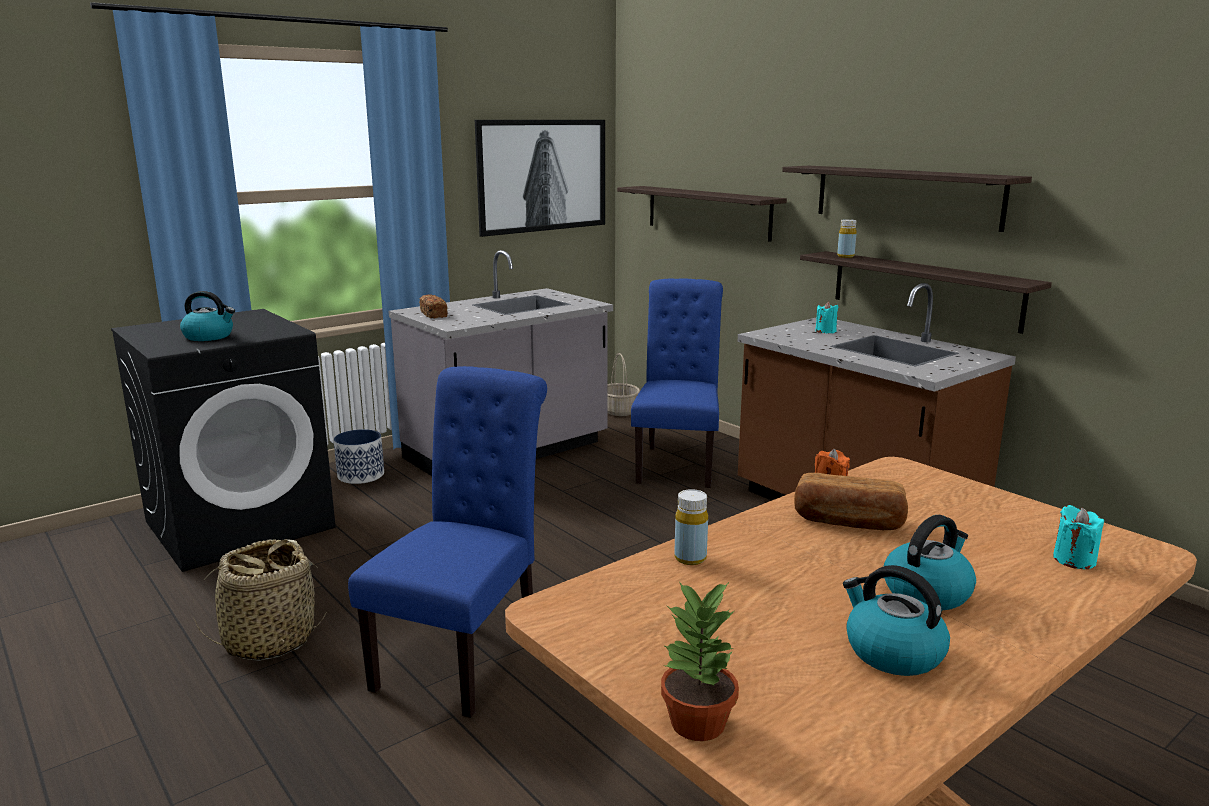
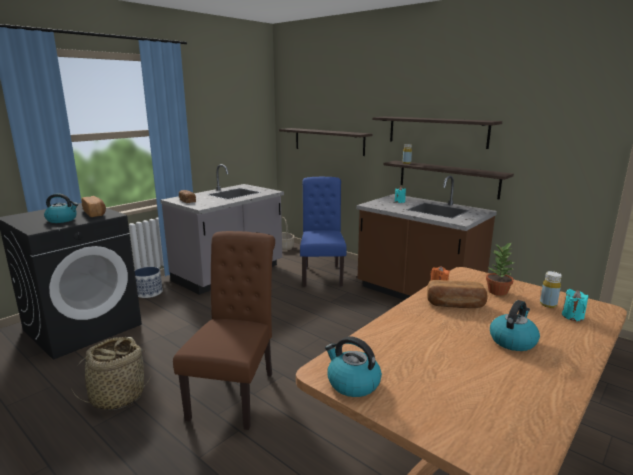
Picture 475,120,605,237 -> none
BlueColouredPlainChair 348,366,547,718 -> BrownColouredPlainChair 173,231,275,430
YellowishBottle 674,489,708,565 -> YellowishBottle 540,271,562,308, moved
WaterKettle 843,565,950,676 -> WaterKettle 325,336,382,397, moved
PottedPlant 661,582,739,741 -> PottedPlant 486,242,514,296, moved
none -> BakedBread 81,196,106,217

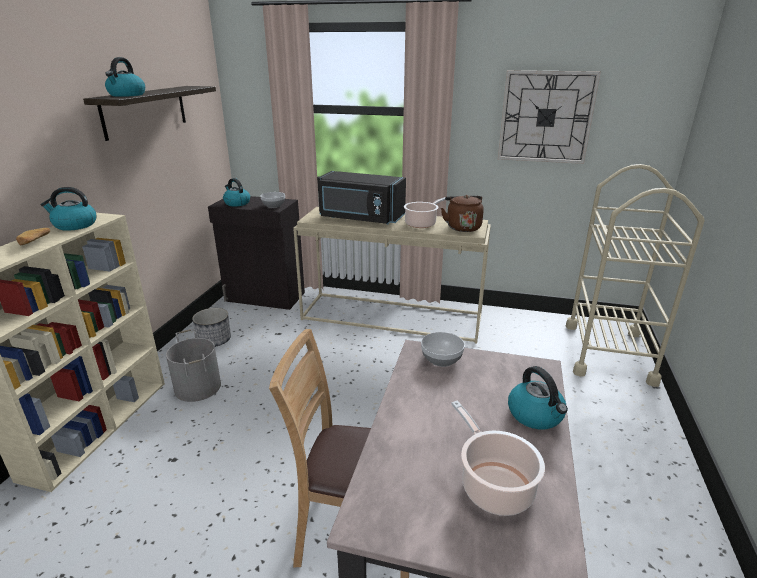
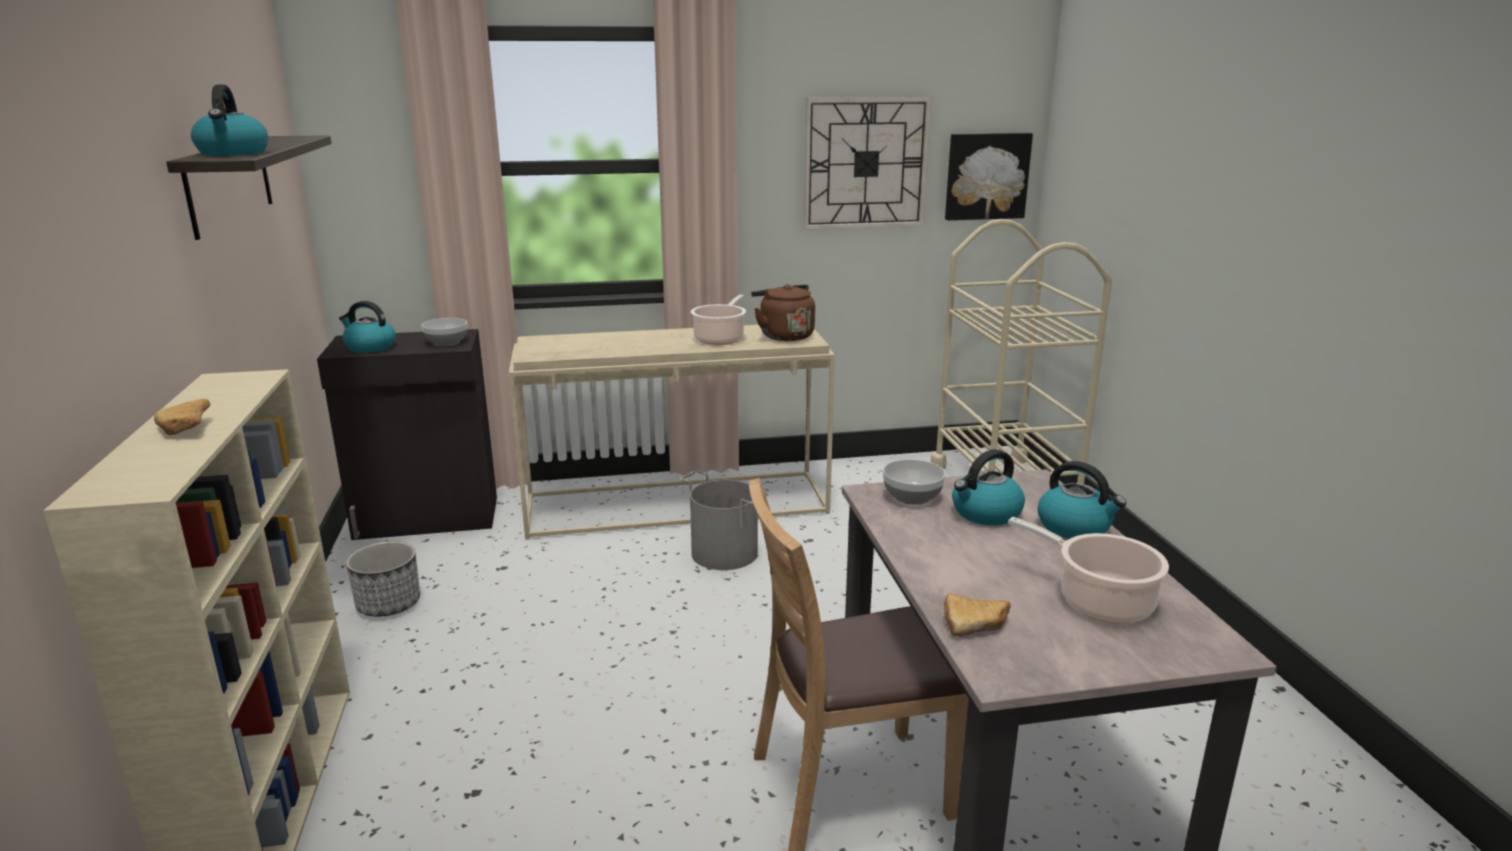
BlackColouredKitchenMicrowave 318,171,406,224 -> none
WaterKettle 41,187,97,231 -> WaterKettle 952,449,1025,525, moved
GreyishBucket 166,329,221,402 -> GreyishBucket 680,470,768,570, moved
none -> Picture 945,133,1033,220
none -> BakedBread 944,593,1011,636

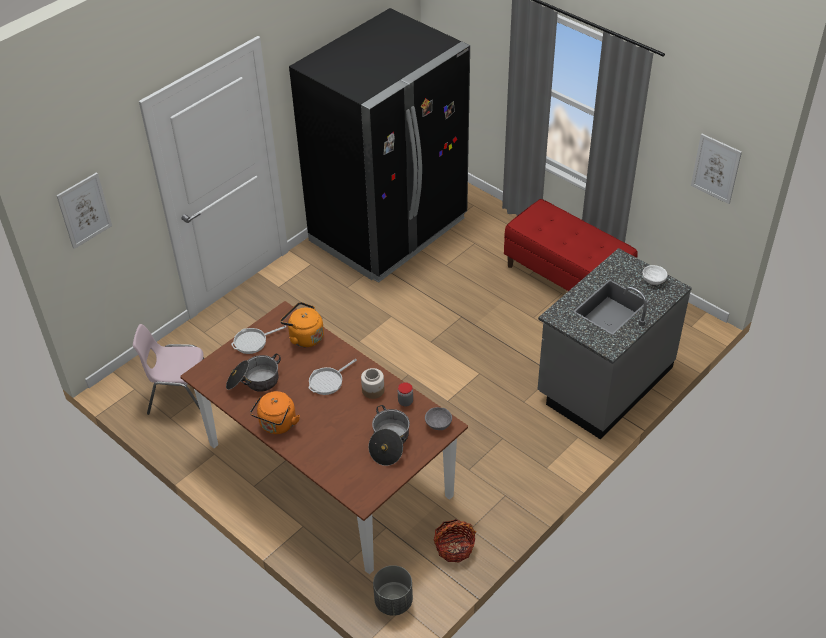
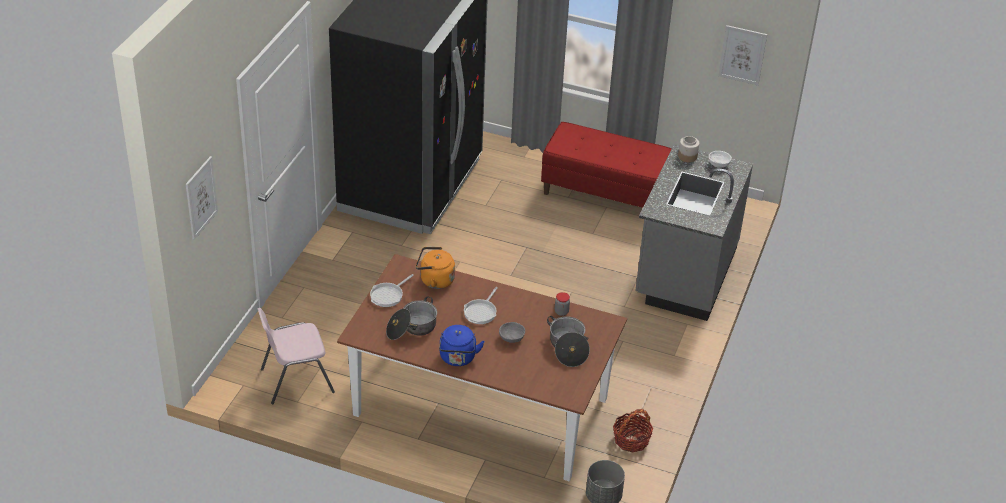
Jar 361,368,385,399 -> Jar 678,136,699,162, moved
OrangeyWaterKettle 250,391,300,434 -> BlueColouredWaterKettle 439,325,484,366
GreyishServingBowl 425,407,452,430 -> GreyishServingBowl 499,322,525,343, moved

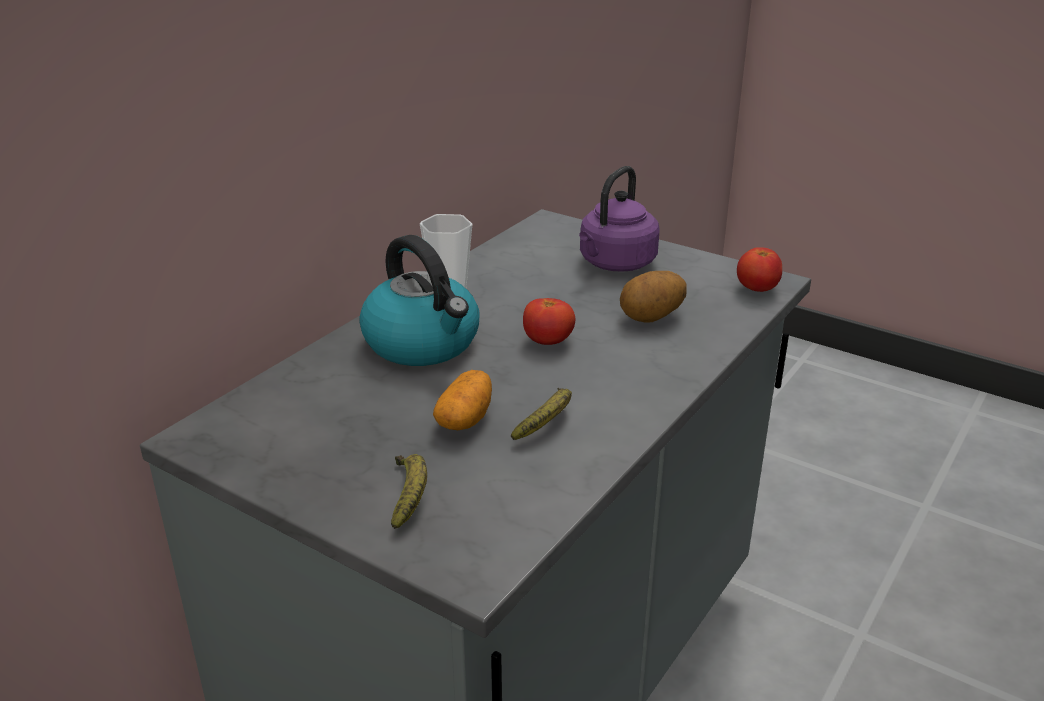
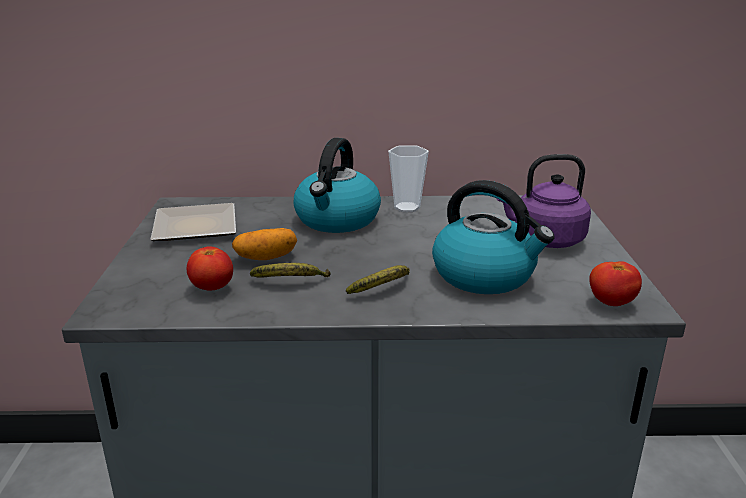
Potato 620,271,687,322 -> WaterKettle 432,180,555,294
Tomato 523,298,575,345 -> Tomato 187,247,233,291, moved
BananaFruit 391,454,427,529 -> BananaFruit 346,265,410,294, moved
none -> Plate 150,203,236,241

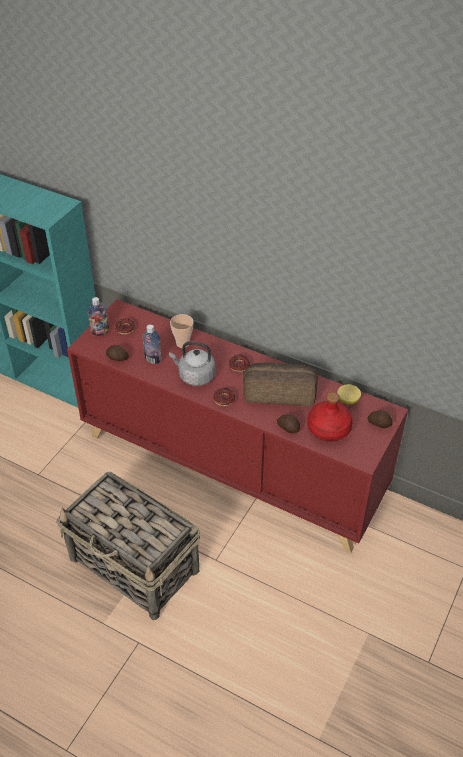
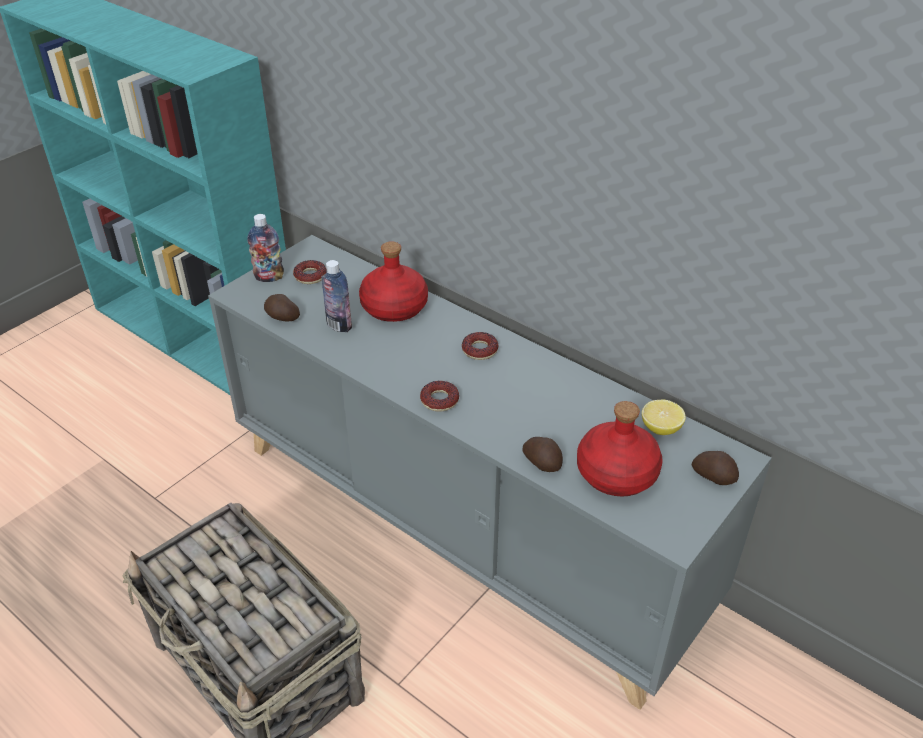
RedStorageCabinet 67,299,408,553 -> GreyishStorageCabinet 208,235,772,710
Cup 170,314,194,348 -> RedBottle 359,241,428,322
GreyishWaterKettle 169,341,215,386 -> none
BakedBread 243,363,318,406 -> none

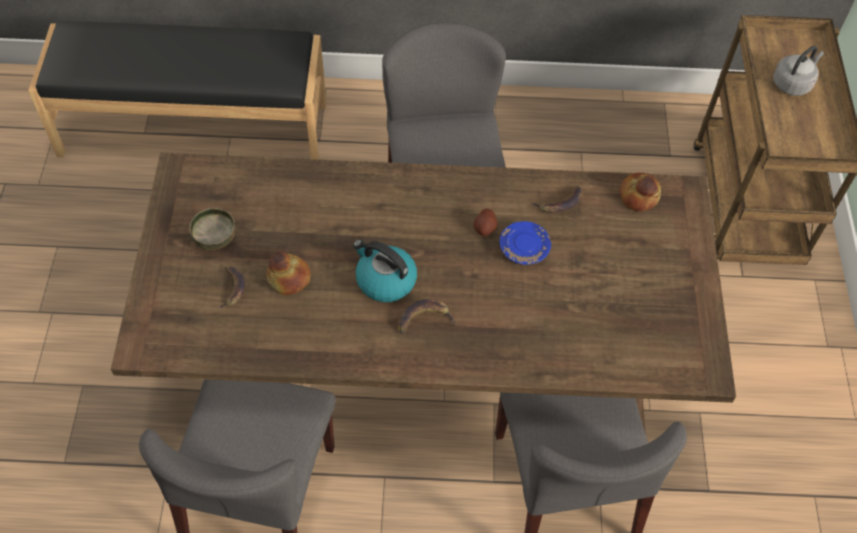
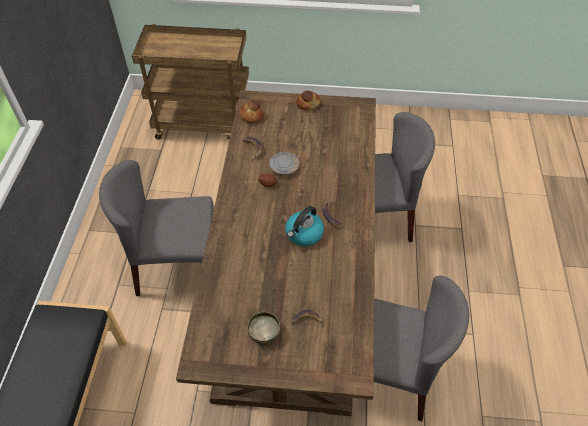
GreyishWaterKettle 773,46,824,96 -> none
BlueColouredPlate 500,221,551,265 -> GreyishPlate 269,152,300,175
BakedBread 266,251,311,295 -> BakedBread 296,90,321,110, moved

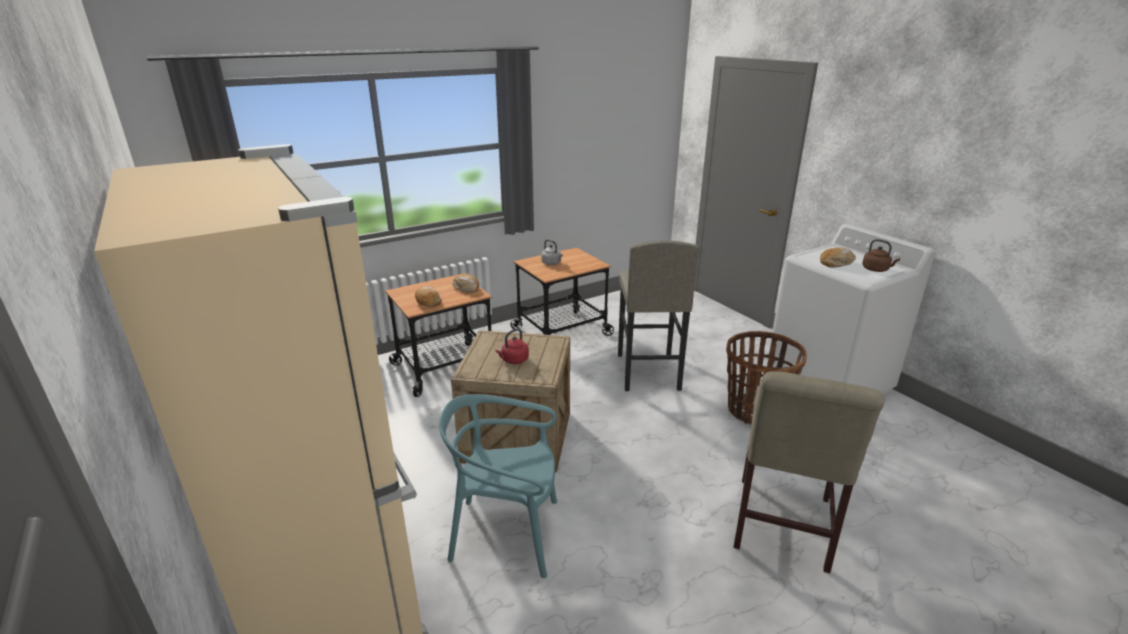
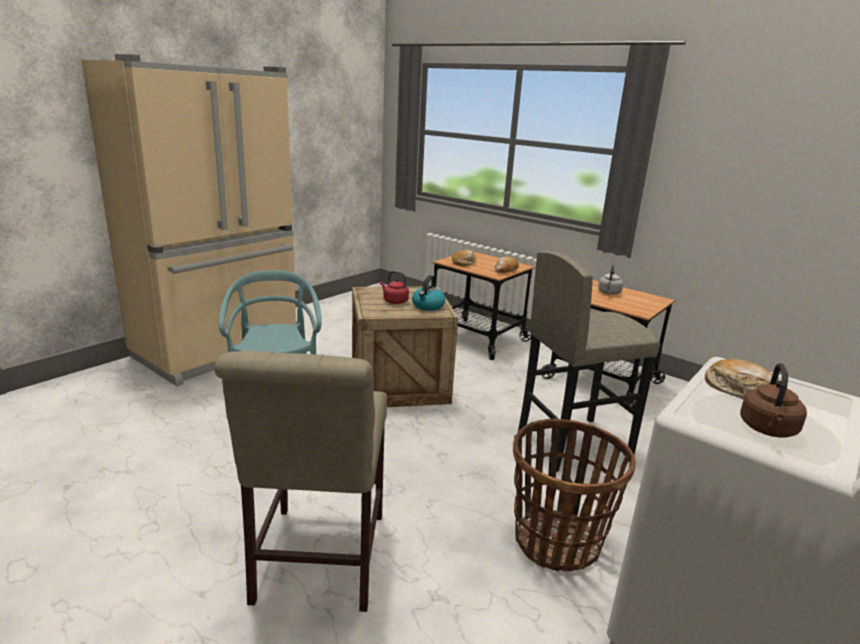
BeigePlainChair 734,371,885,573 -> BeigePlainChair 214,351,387,612, 90 degrees counterclockwise
none -> WaterKettle 412,275,445,311

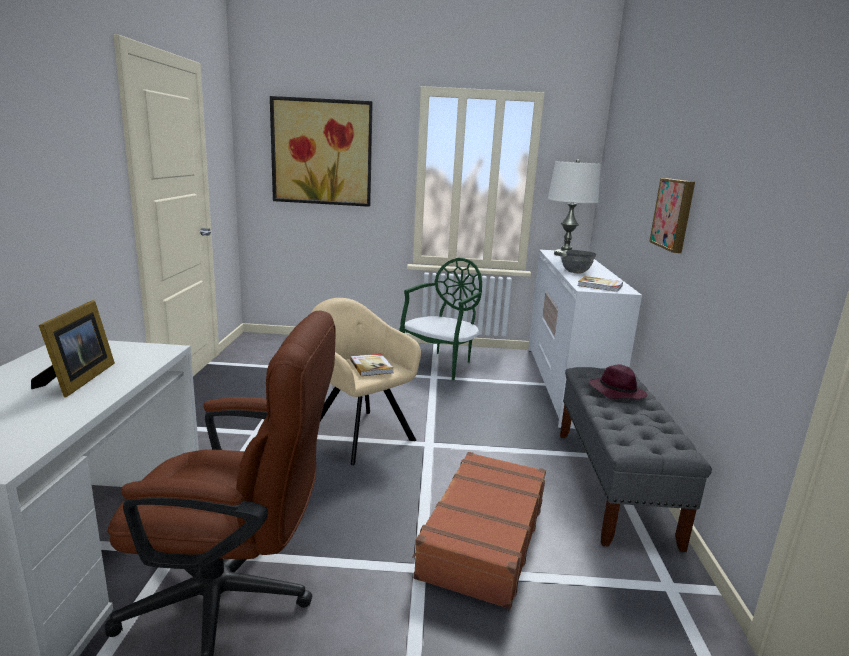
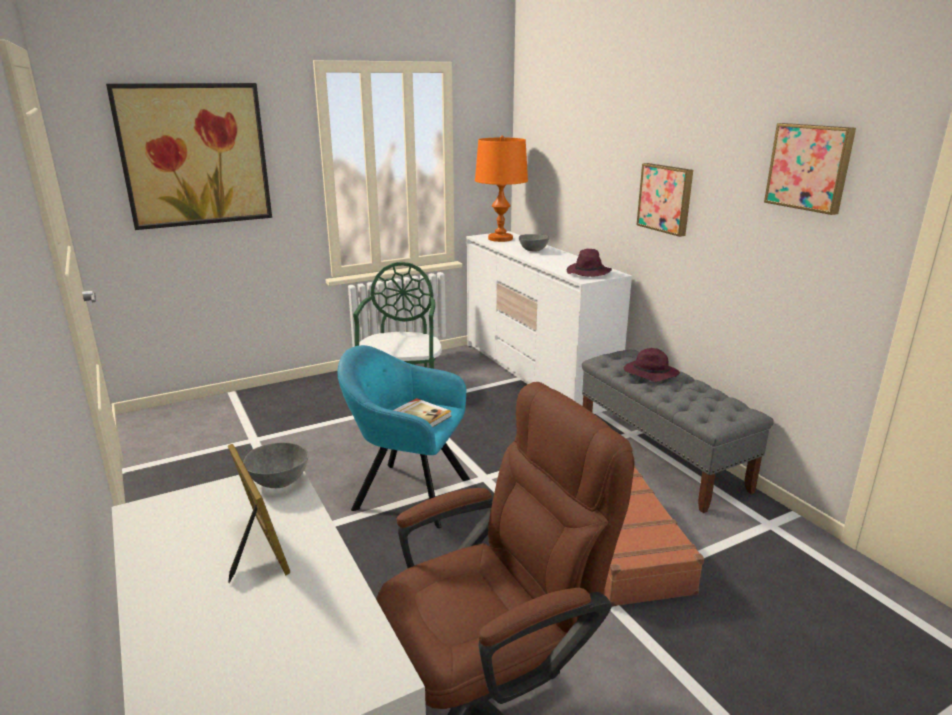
WhiteColouredLampForATable 548,159,600,257 -> OrangeyLampForATable 475,136,528,242
GreyishServingBowl 561,256,594,274 -> GreyishServingBowl 243,443,309,488, moved
BoundBook 578,276,623,292 -> PurpleColouredWearableHat 567,249,612,277
BeigeArmchair 311,298,421,465 -> TurquoiseColouredArmchair 338,345,470,528
none -> Picture 764,123,856,215

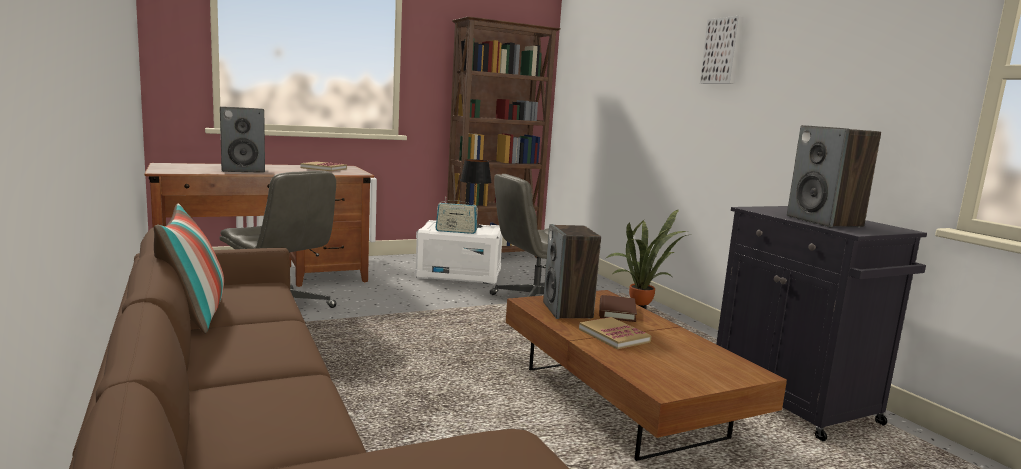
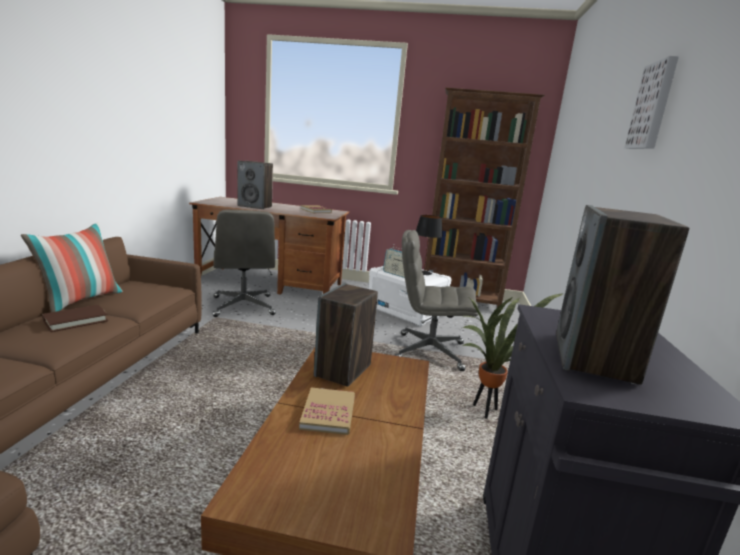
BrownColouredBoundBook 599,295,637,322 -> BrownColouredBoundBook 42,305,108,332, moved

